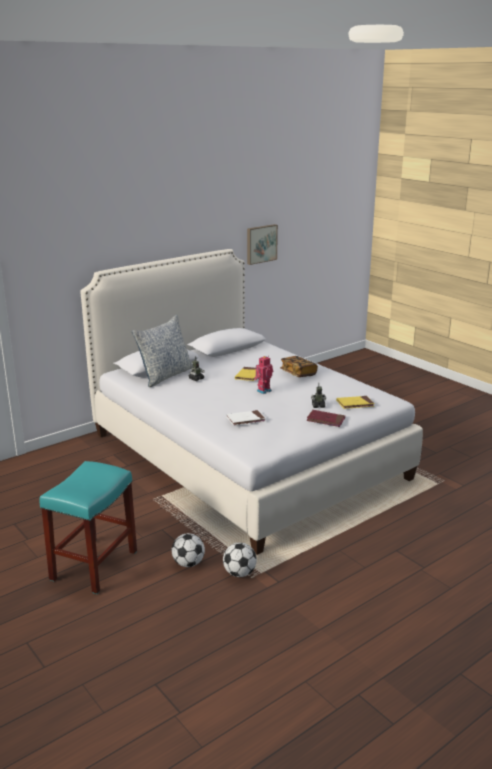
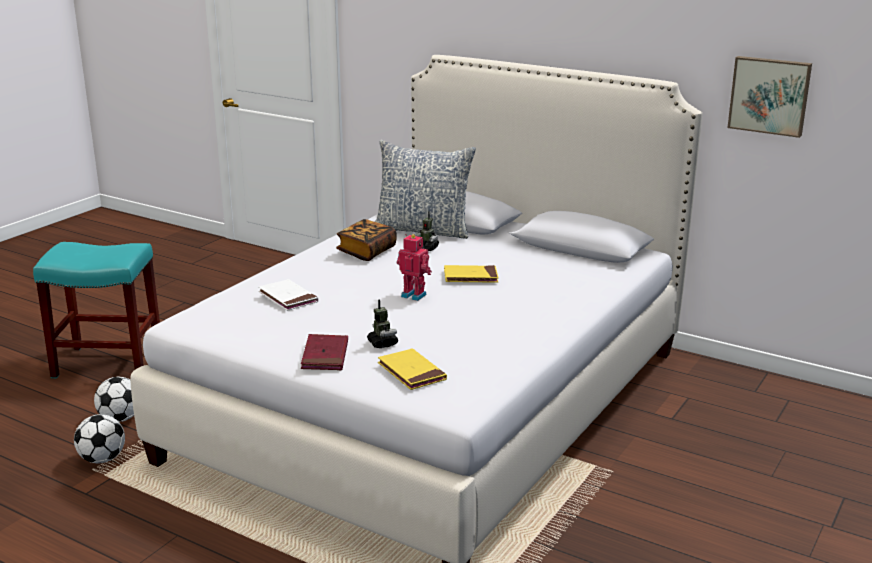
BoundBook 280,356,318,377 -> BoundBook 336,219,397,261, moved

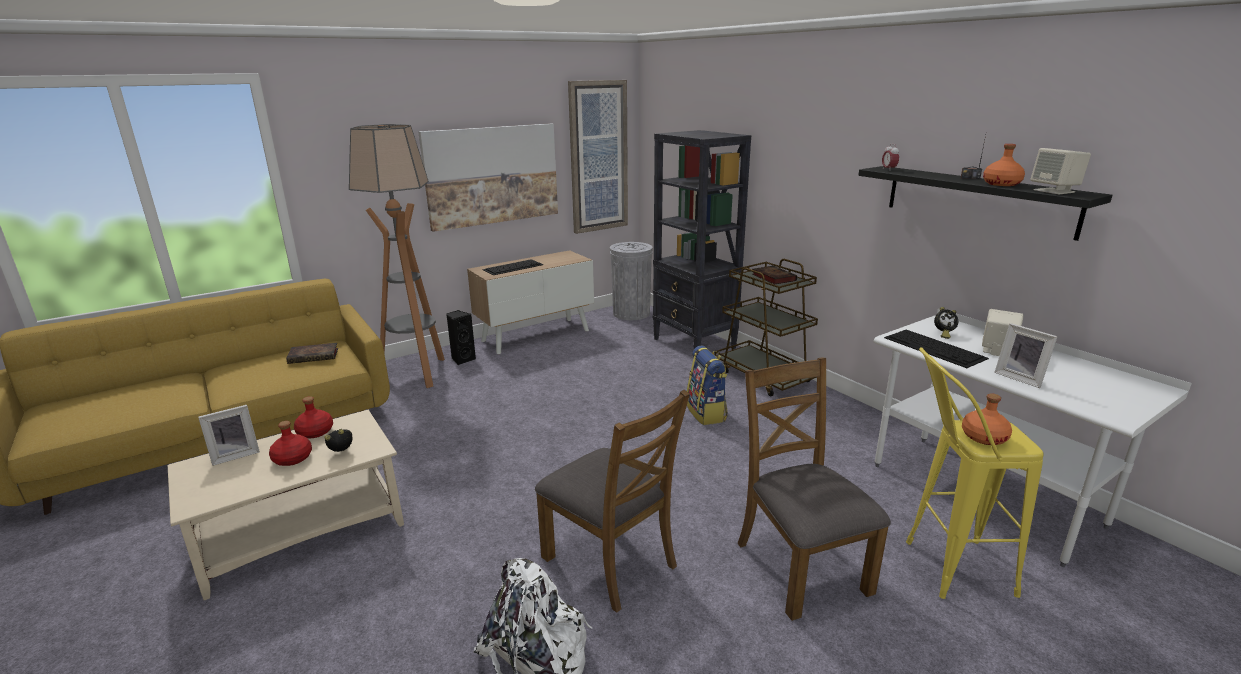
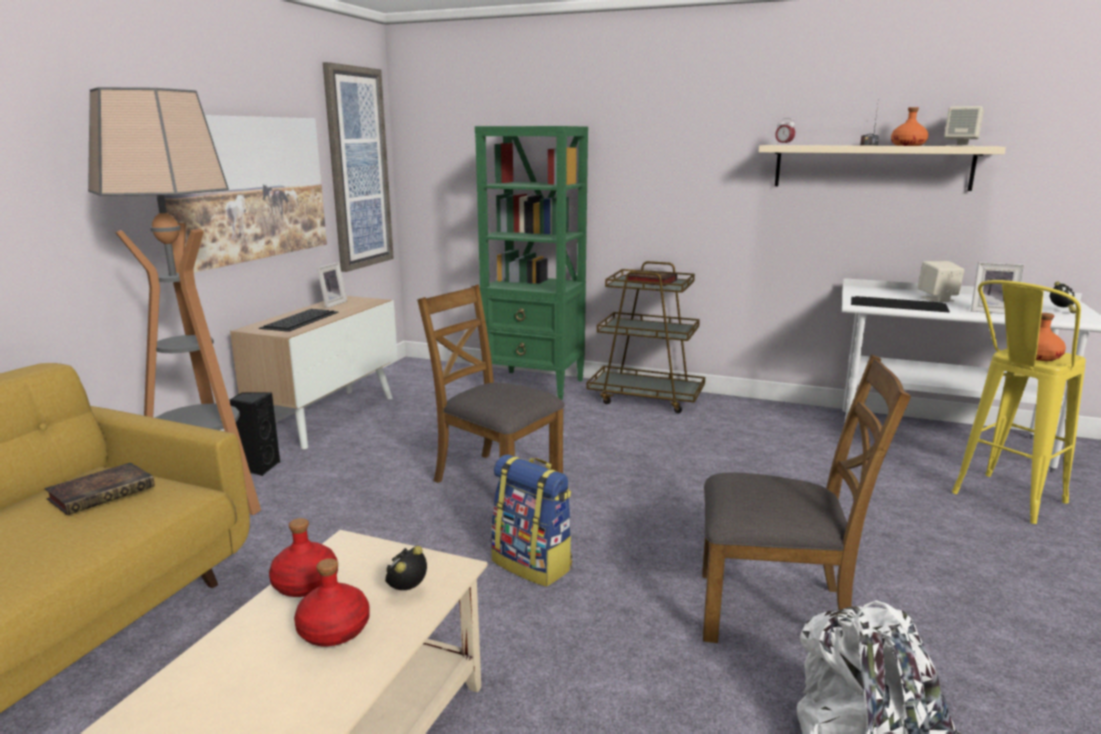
BlackColouredShelvingUnit 652,130,751,349 -> GreenShelvingUnit 475,126,588,400
BlackColouredWallShelf 858,166,1112,241 -> BeigeWallShelf 759,145,1006,191
GreyishWasteBin 610,242,653,320 -> none
BedsideClock 934,307,958,339 -> BedsideClock 1050,282,1076,313, moved
Backpack 687,346,728,425 -> Backpack 491,454,572,587, moved
BrownColouredPlainChair 737,357,891,621 -> BrownColouredPlainChair 417,284,565,483, moved
StandingFrame 198,405,260,466 -> StandingFrame 317,262,347,308, moved

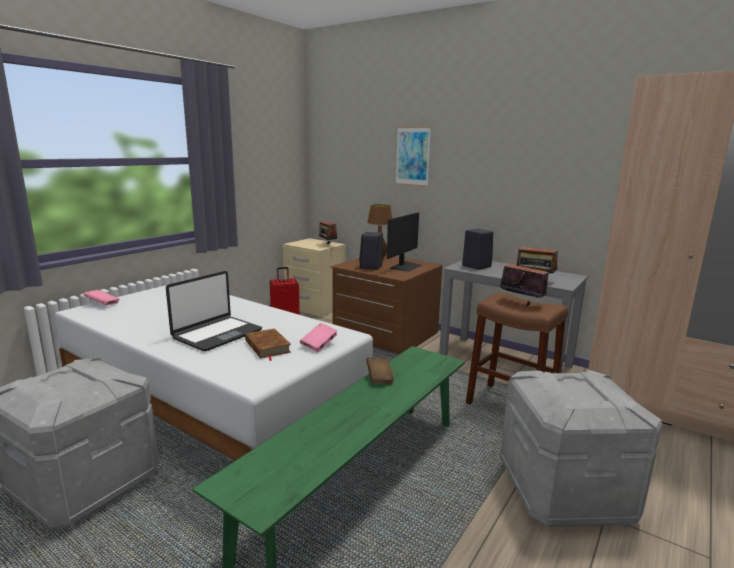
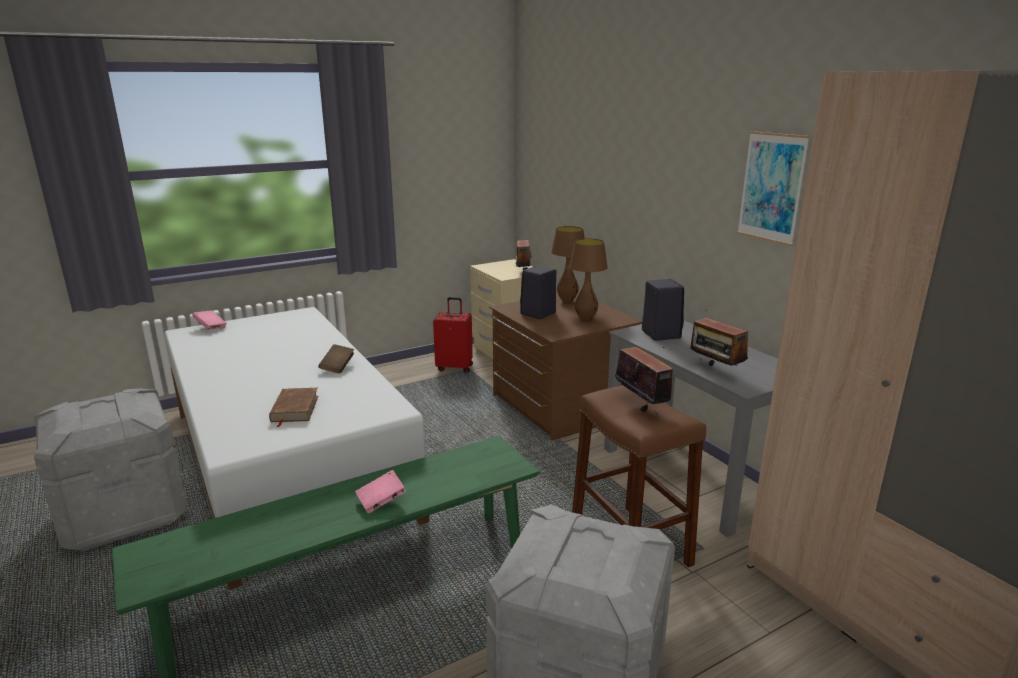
Picture 396,127,431,186 -> Picture 737,131,810,246, moved
ComputerDisplay 387,212,423,272 -> BrownColouredLampForATable 569,238,608,321
PortableComputer 166,271,262,351 -> none
PinkishBoundBook 300,323,337,352 -> PinkishBoundBook 355,470,406,513, moved
BrownColouredBoundBook 366,357,394,384 -> BrownColouredBoundBook 318,344,354,373, moved

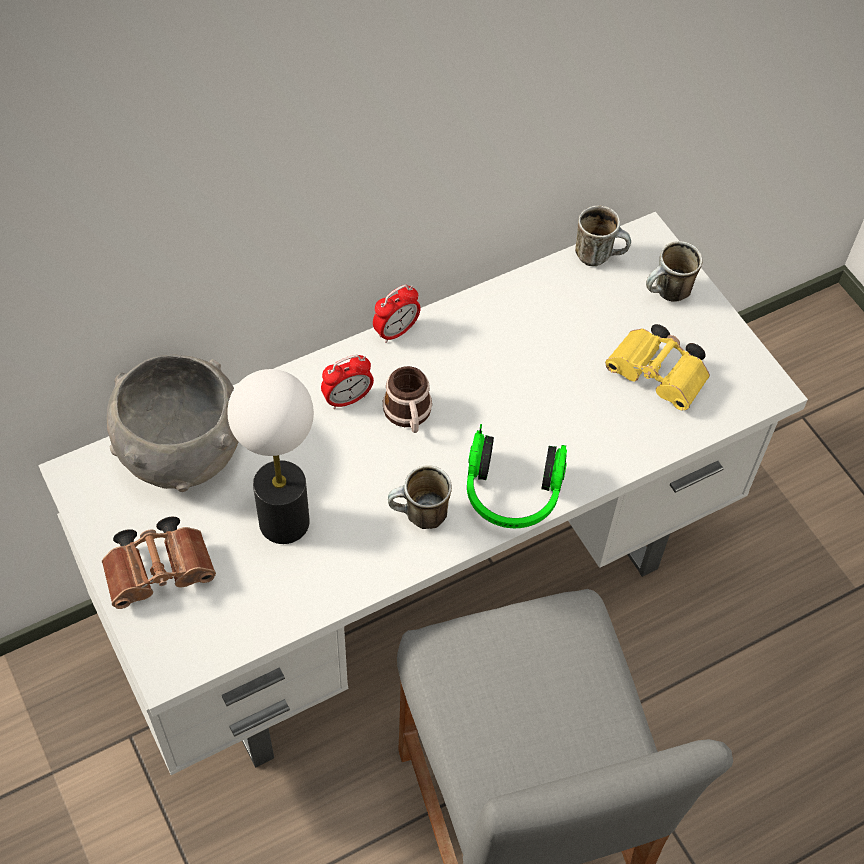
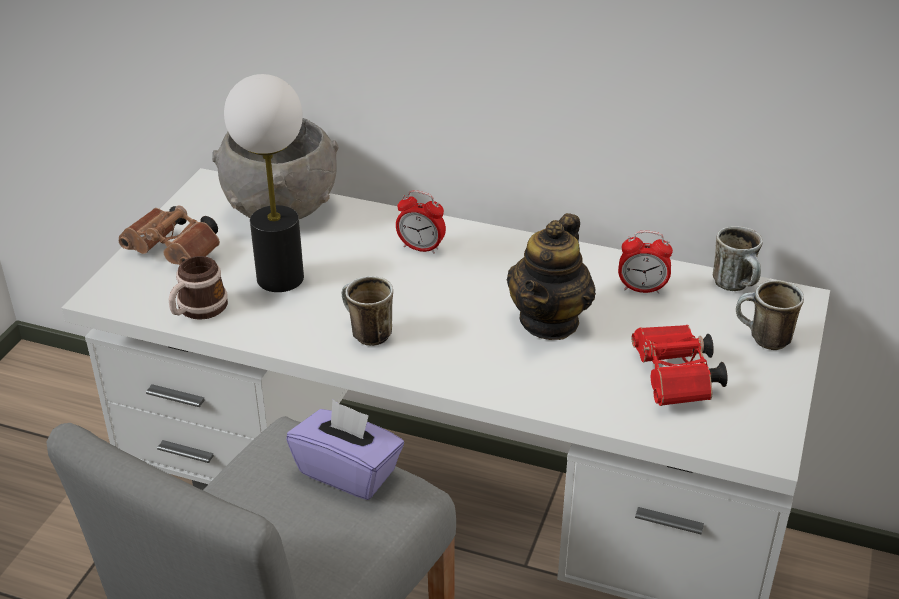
BedsideClock 373,285,420,343 -> BedsideClock 618,231,673,294, moved
YellowishFieldGlasses 605,324,710,411 -> RedFieldGlasses 632,325,728,406
CoffeeMug 383,366,432,433 -> CoffeeMug 169,256,228,320, moved
PairOfHeadphones 467,424,567,528 -> none
none -> Teapot 507,213,596,340
none -> PurpleColouredTissueHolder 286,400,404,500

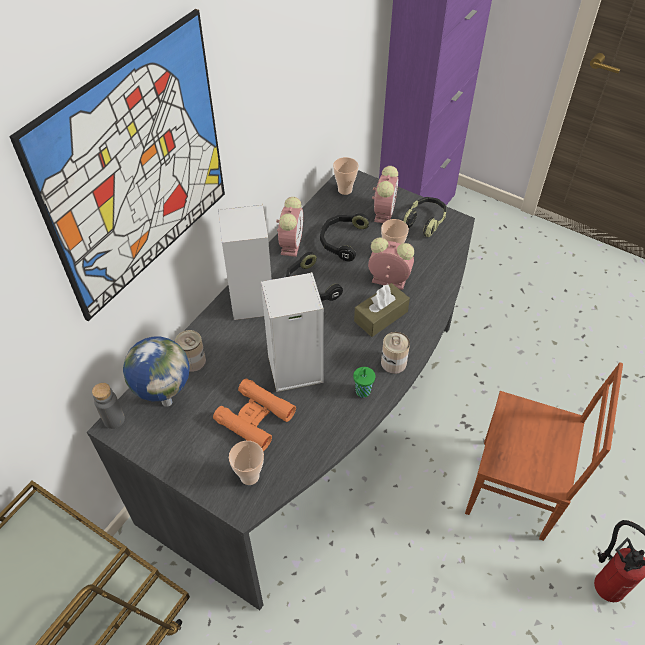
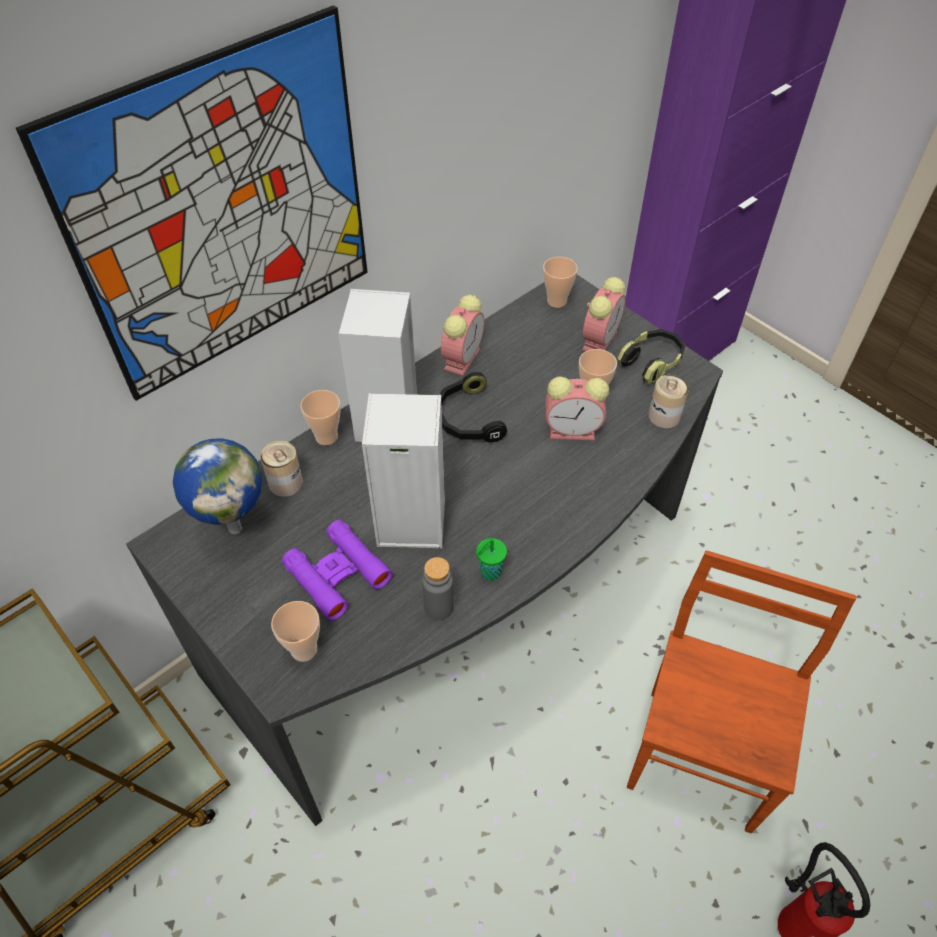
BlackColouredPairOfHeadphones 320,213,370,261 -> none
BedsideClock 368,237,414,290 -> BedsideClock 546,377,609,440, 150 degrees clockwise
BrownColouredTissueHolder 354,283,410,337 -> none
Can 381,332,410,374 -> Can 648,375,689,428, moved
BrownColouredPlainChair 465,362,623,541 -> BrownColouredPlainChair 627,551,857,833, 105 degrees counterclockwise
OrangeyFieldGlasses 213,378,296,451 -> PurpleColouredFieldGlasses 282,520,393,621
GreyishBottle 92,383,125,429 -> GreyishBottle 422,557,454,620, moved
none -> Cup 300,390,341,445

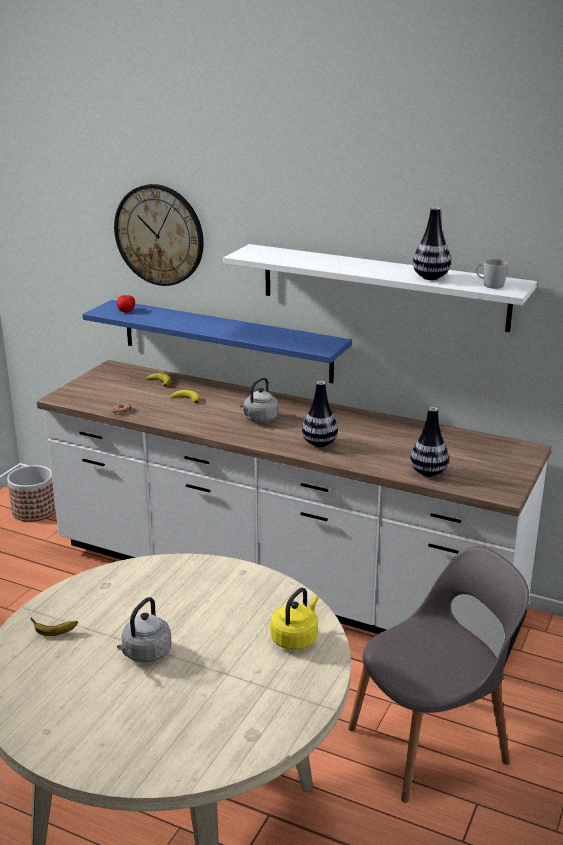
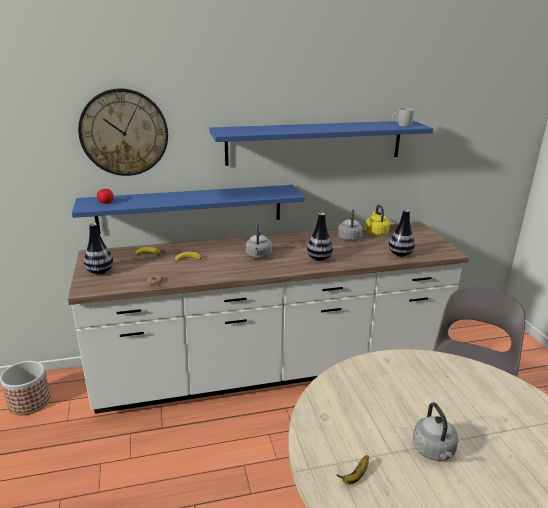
Vase 413,207,451,280 -> Vase 84,223,113,275, moved
WhiteColouredWallShelf 223,244,537,332 -> BlueColouredWallShelf 210,120,433,166
YellowishWaterKettle 270,587,319,650 -> YellowishWaterKettle 365,205,390,236, moved
none -> GreyishWaterKettle 338,210,363,241

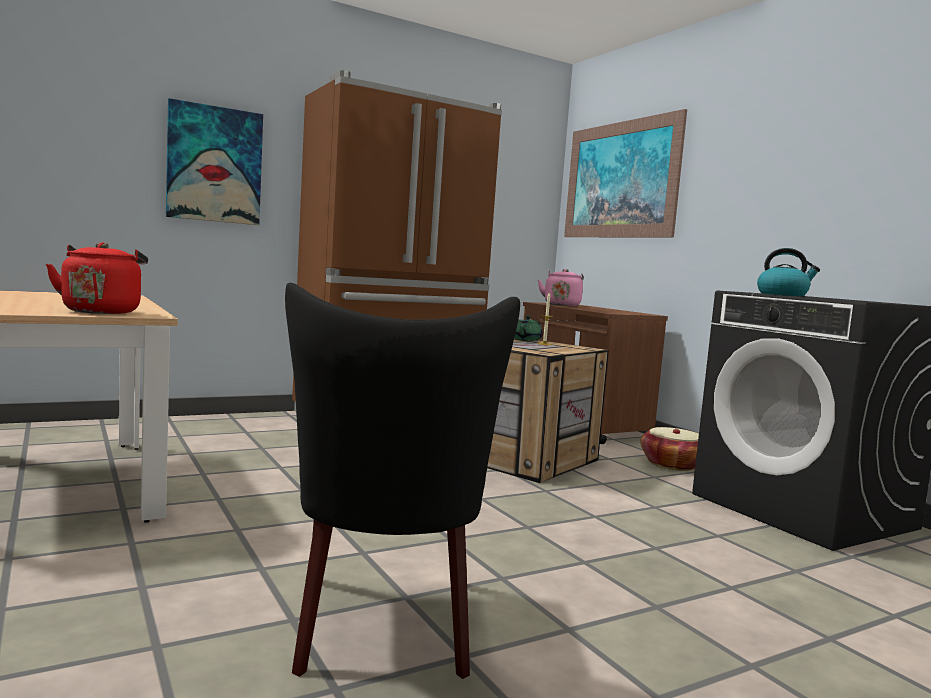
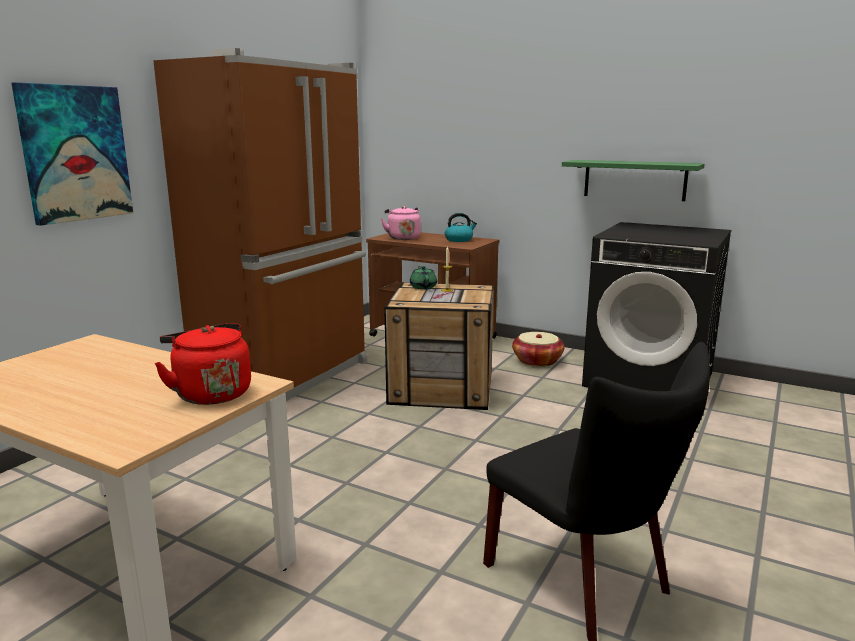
Picture 564,109,687,237 -> none
WaterKettle 757,248,820,296 -> WaterKettle 445,213,477,242, moved
none -> GreenWallShelf 562,160,705,201

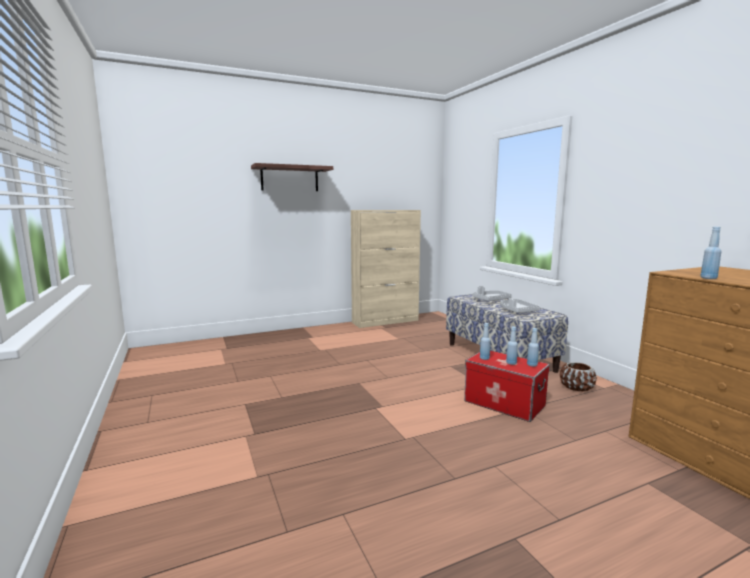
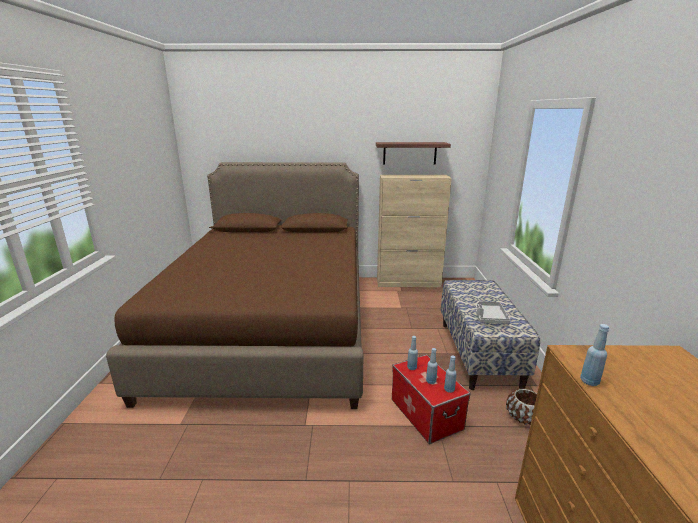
WallShelf 251,163,333,191 -> WallShelf 376,142,451,165, moved
GreyishTray 472,286,512,301 -> none
none -> BrownColouredSleepingBed 106,162,363,409

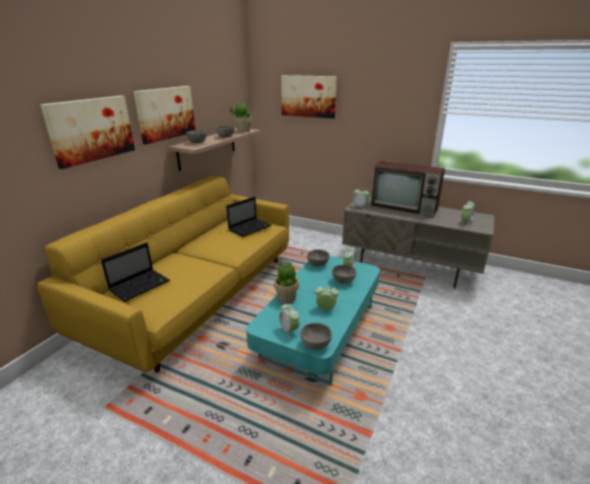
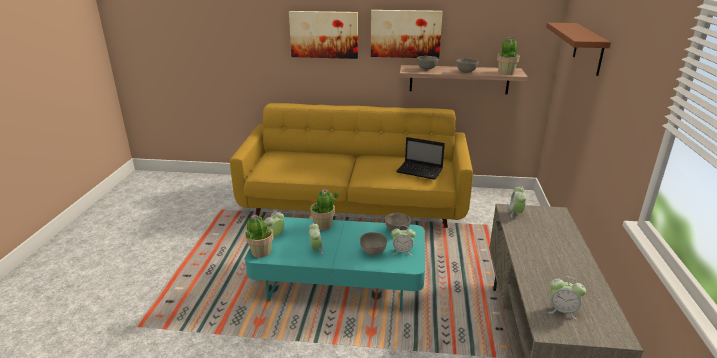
Picture 281,75,337,119 -> BrownColouredWallShelf 546,23,611,76
TvSet 370,161,445,217 -> none
PortableComputer 101,243,170,302 -> none
GreyishServingBowl 300,323,332,350 -> PottedPlant 245,214,274,258

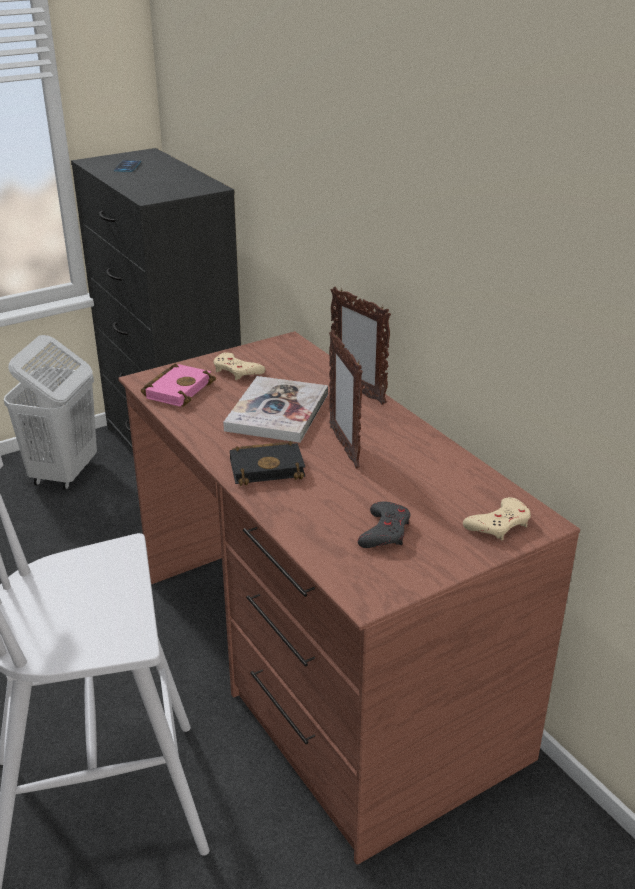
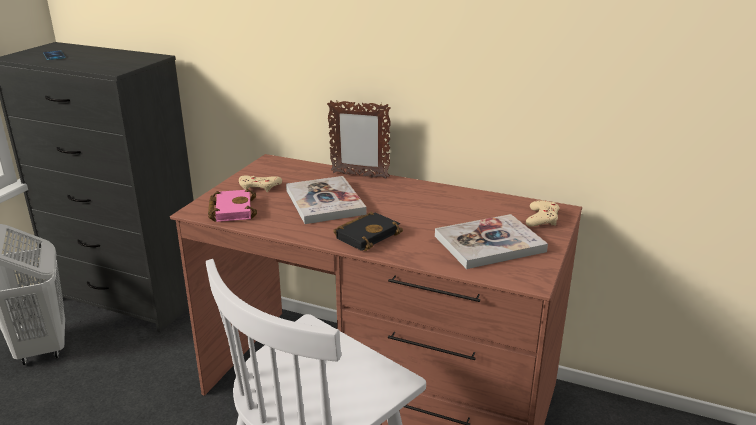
StandingFrame 329,330,363,469 -> none
GreyishGameController 358,501,410,548 -> BoundBook 435,214,548,269

